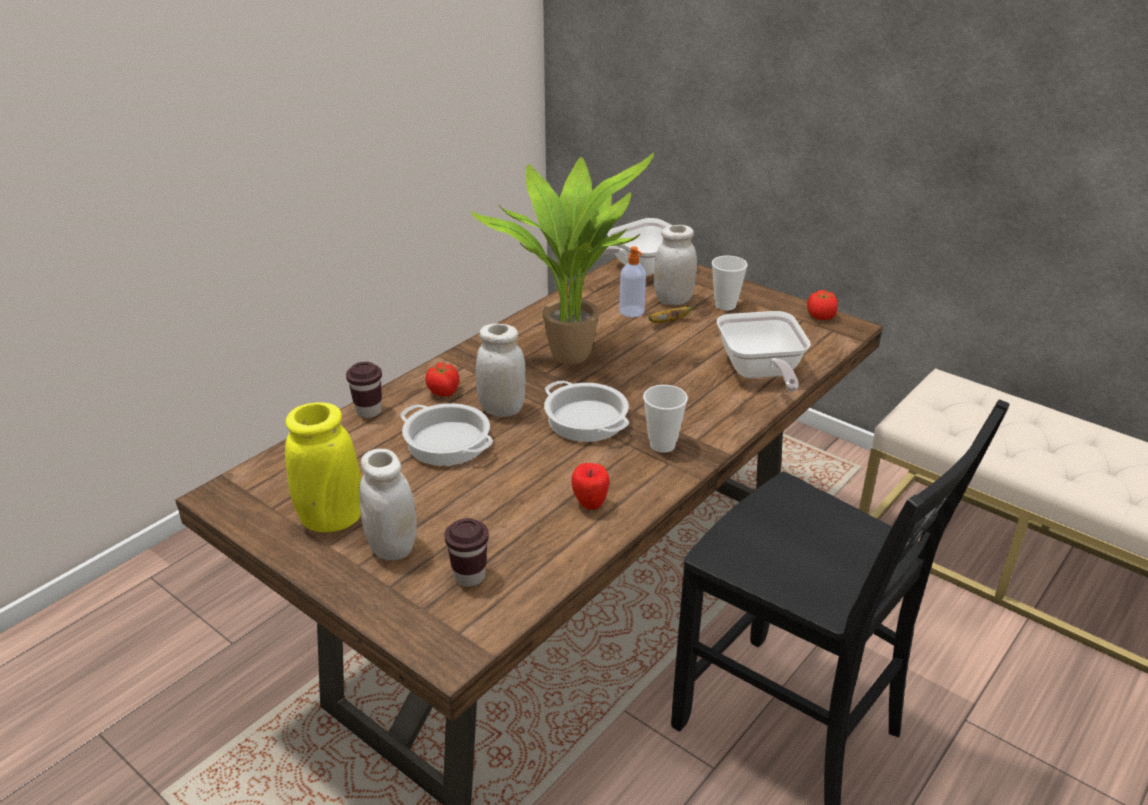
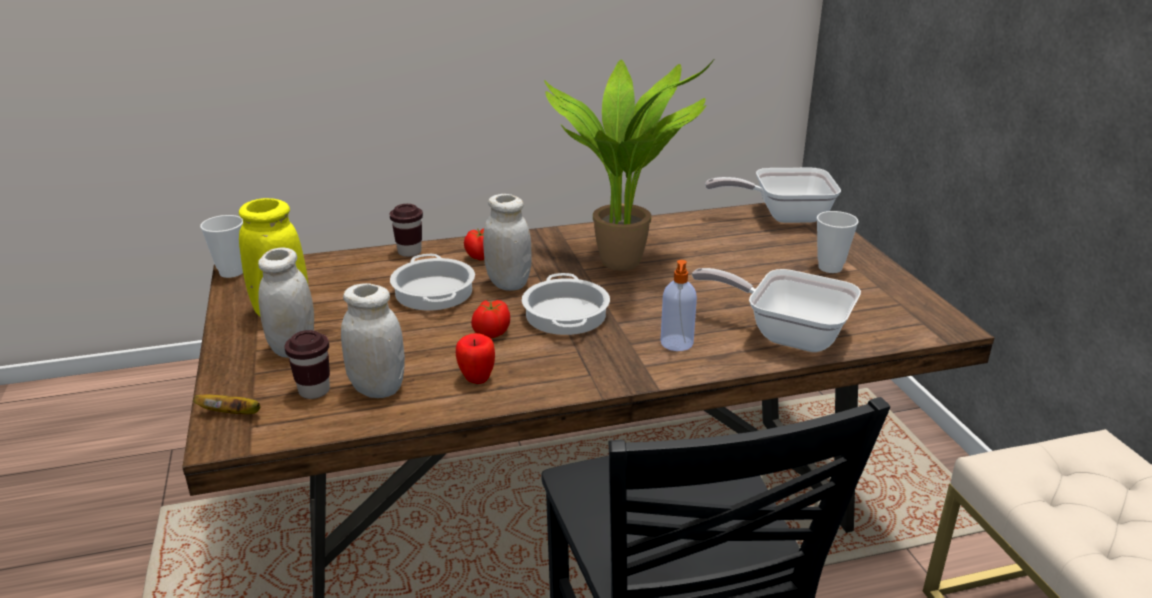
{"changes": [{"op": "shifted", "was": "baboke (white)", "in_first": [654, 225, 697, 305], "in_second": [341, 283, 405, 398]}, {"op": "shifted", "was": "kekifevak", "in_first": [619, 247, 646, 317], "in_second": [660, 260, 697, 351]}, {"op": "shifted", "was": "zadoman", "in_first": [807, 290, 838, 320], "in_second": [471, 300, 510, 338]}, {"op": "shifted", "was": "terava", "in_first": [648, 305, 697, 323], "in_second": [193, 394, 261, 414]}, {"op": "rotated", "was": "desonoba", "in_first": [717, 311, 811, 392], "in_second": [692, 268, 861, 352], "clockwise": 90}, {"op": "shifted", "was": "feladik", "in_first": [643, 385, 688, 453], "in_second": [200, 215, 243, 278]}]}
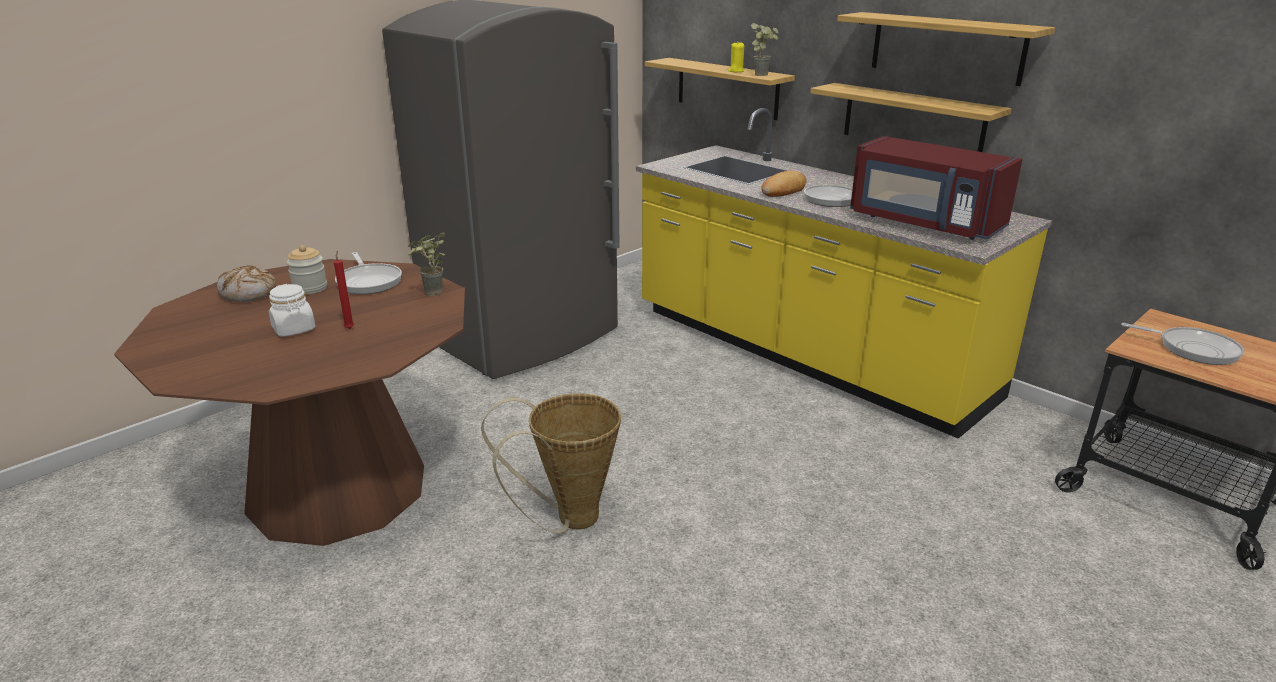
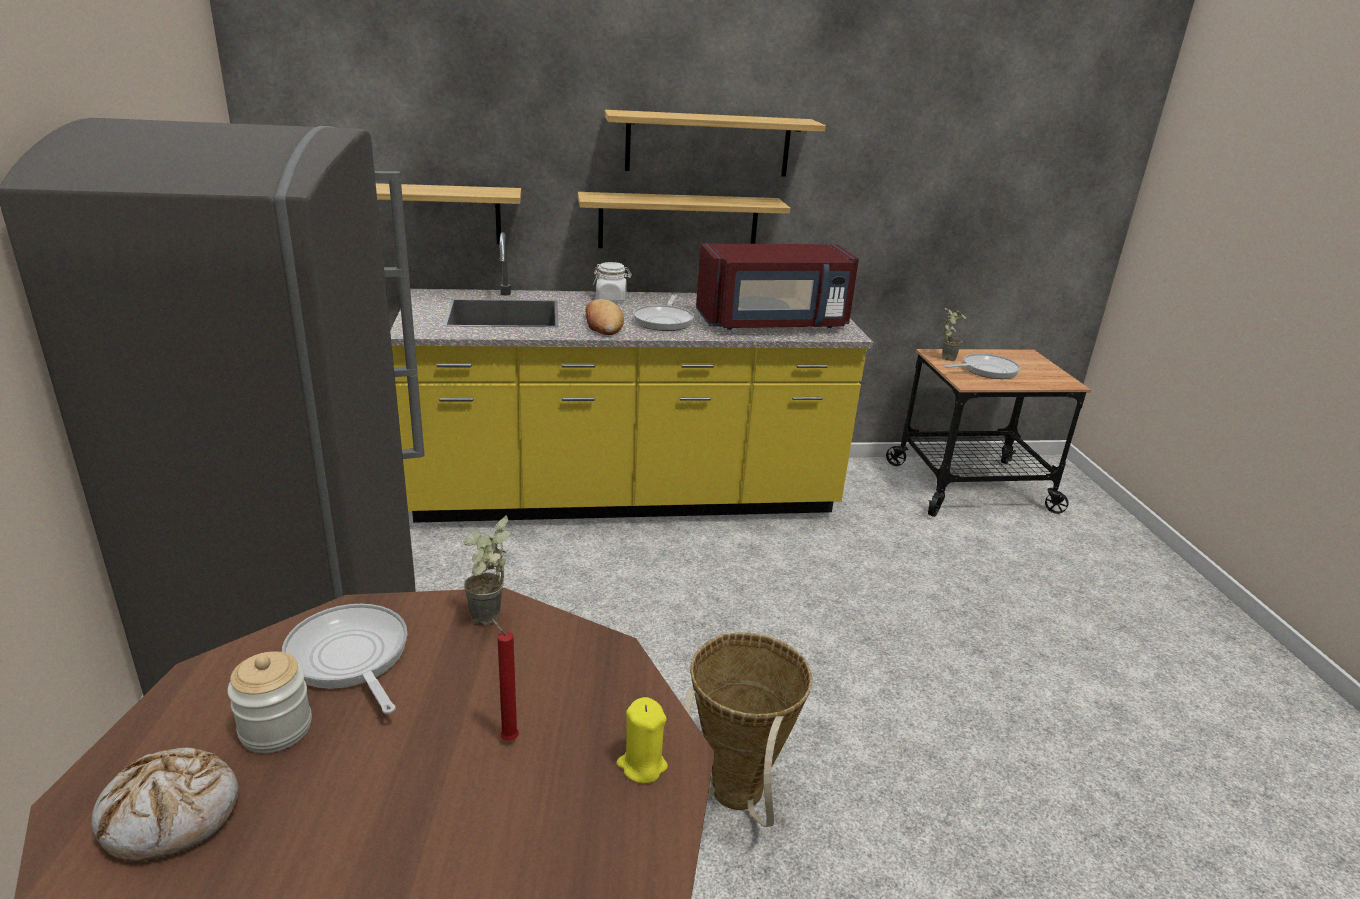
{"changes": [{"op": "shifted", "was": "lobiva", "in_first": [751, 23, 778, 76], "in_second": [942, 308, 966, 361]}, {"op": "shifted", "was": "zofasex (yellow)", "in_first": [728, 42, 745, 72], "in_second": [616, 697, 668, 783]}, {"op": "rotated", "was": "desonoba", "in_first": [335, 252, 402, 294], "in_second": [282, 604, 407, 714], "clockwise": -135}, {"op": "shifted", "was": "baboke (white)", "in_first": [269, 284, 315, 337], "in_second": [593, 262, 632, 301]}]}
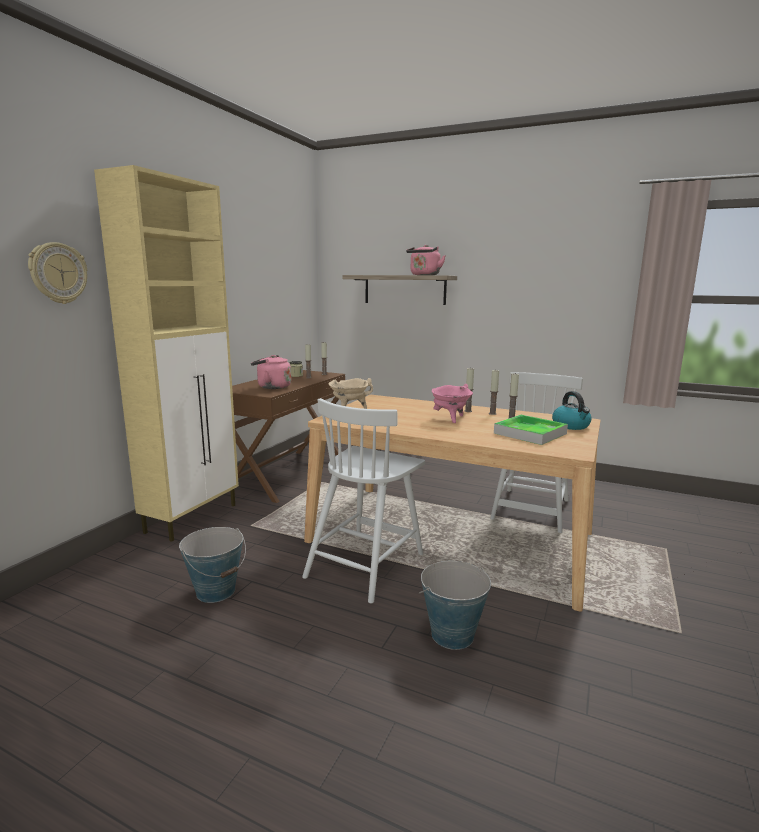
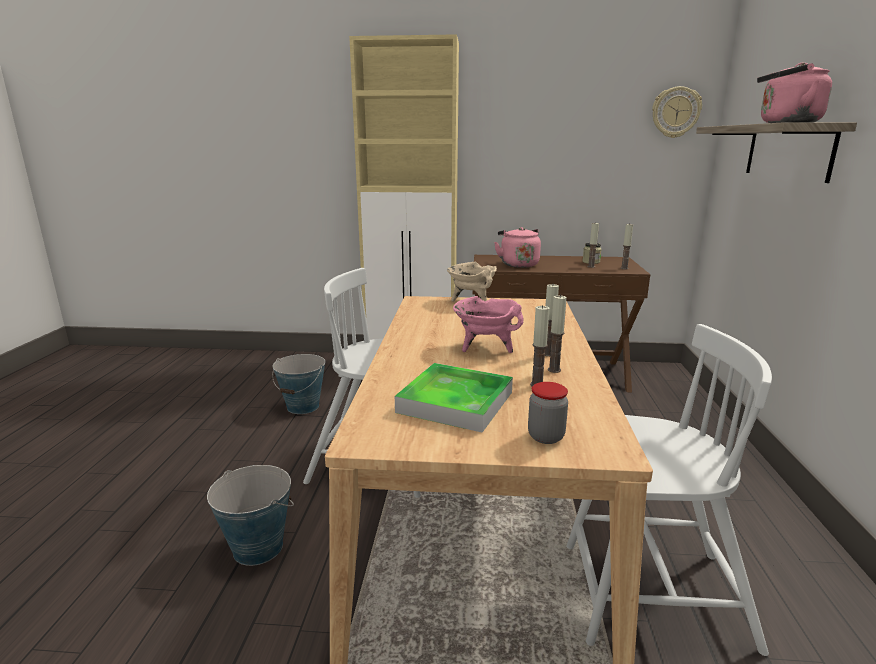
{"changes": [{"op": "shifted", "was": "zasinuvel", "in_first": [28, 242, 87, 304], "in_second": [652, 86, 702, 138]}, {"op": "swapped", "was": "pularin", "now": "baboke", "in_first": [552, 391, 591, 430], "in_second": [528, 382, 568, 444]}]}
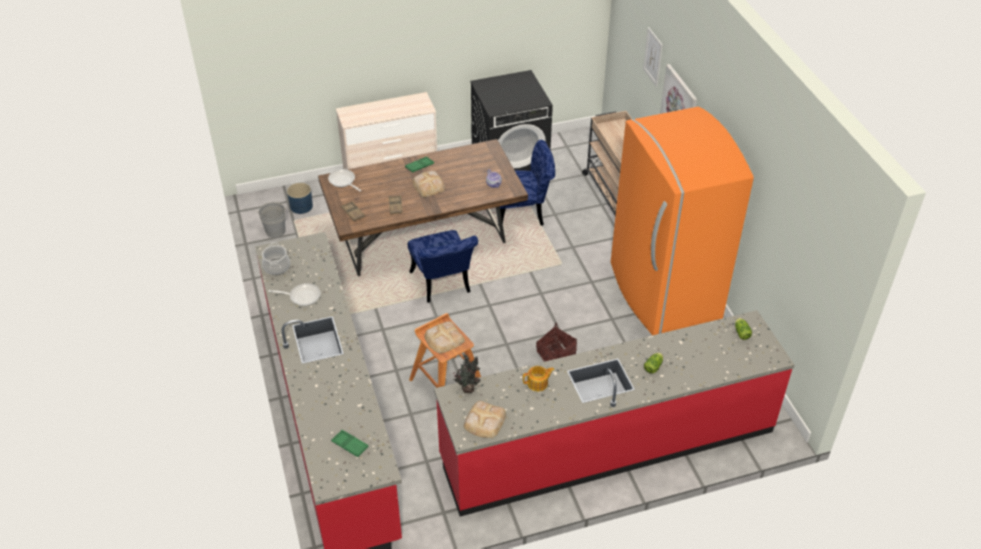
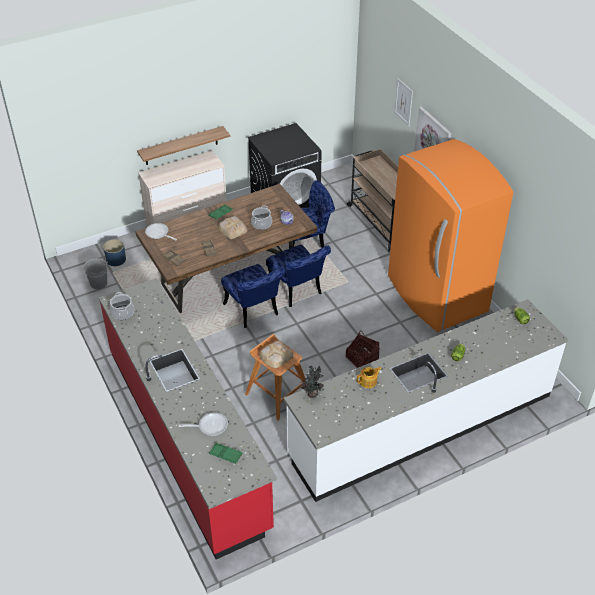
{"changes": [{"op": "shifted", "was": "desonoba", "in_first": [268, 283, 321, 306], "in_second": [179, 413, 228, 436]}, {"op": "repainted", "was": "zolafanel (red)", "now": "zolafanel (white)", "in_first": [434, 310, 794, 517], "in_second": [284, 299, 568, 502]}, {"op": "gone", "was": "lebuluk", "in_first": [464, 401, 506, 438]}, {"op": "new", "now": "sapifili", "in_second": [137, 126, 230, 165]}, {"op": "new", "now": "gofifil", "in_second": [251, 205, 272, 230]}, {"op": "new", "now": "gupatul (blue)", "in_second": [266, 245, 331, 307]}]}
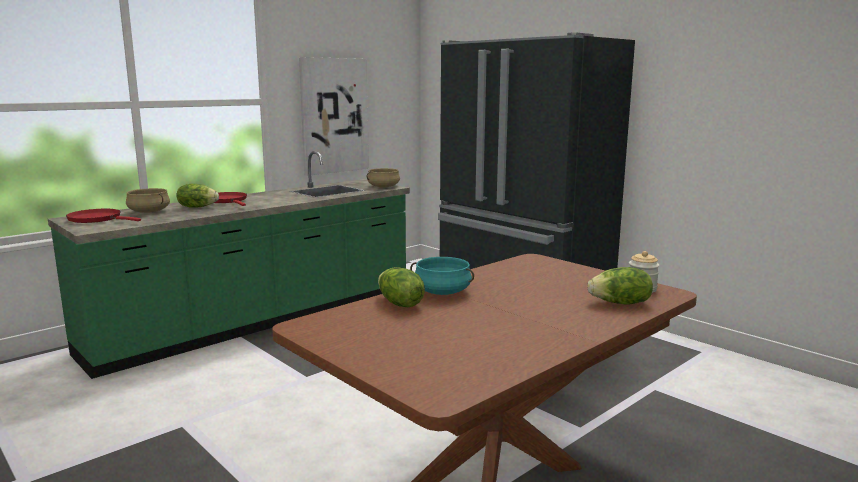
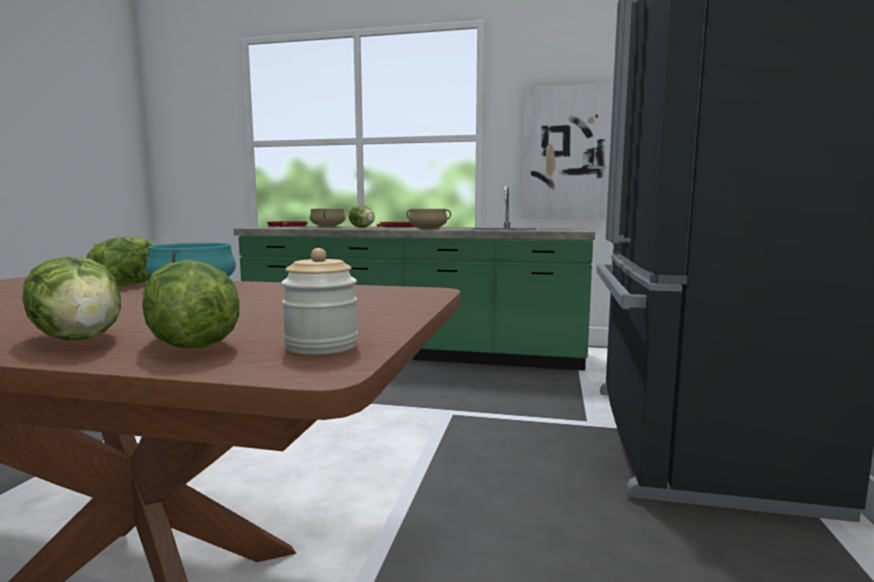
{"changes": [{"op": "shifted", "was": "gofifil (beige)", "in_first": [367, 168, 400, 188], "in_second": [407, 209, 451, 229]}, {"op": "new", "now": "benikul", "in_second": [22, 257, 121, 341]}]}
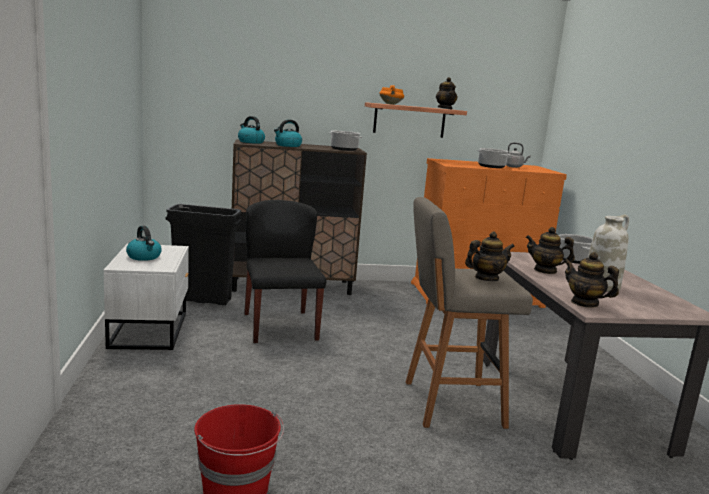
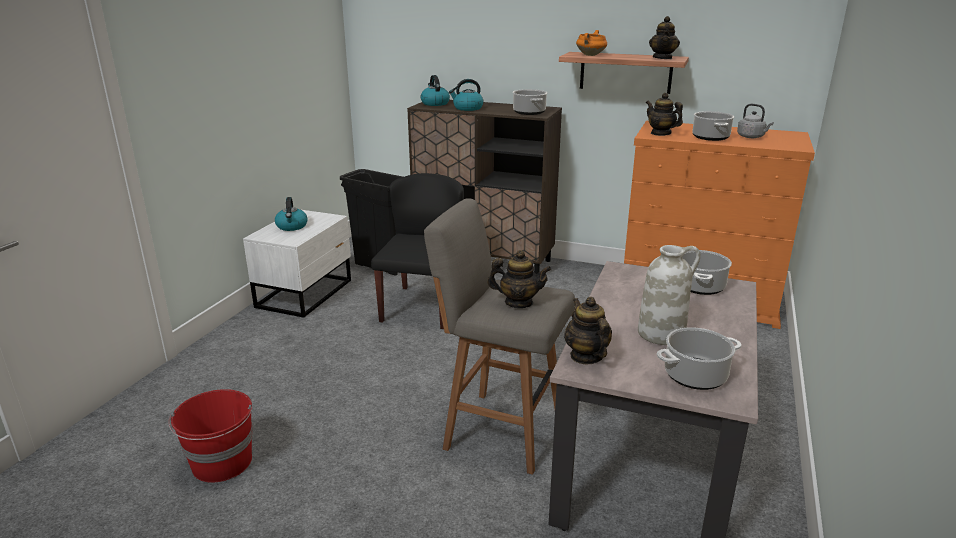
{"changes": [{"op": "shifted", "was": "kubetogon", "in_first": [525, 227, 575, 274], "in_second": [646, 93, 683, 136]}, {"op": "new", "now": "gofifil", "in_second": [657, 327, 742, 390]}]}
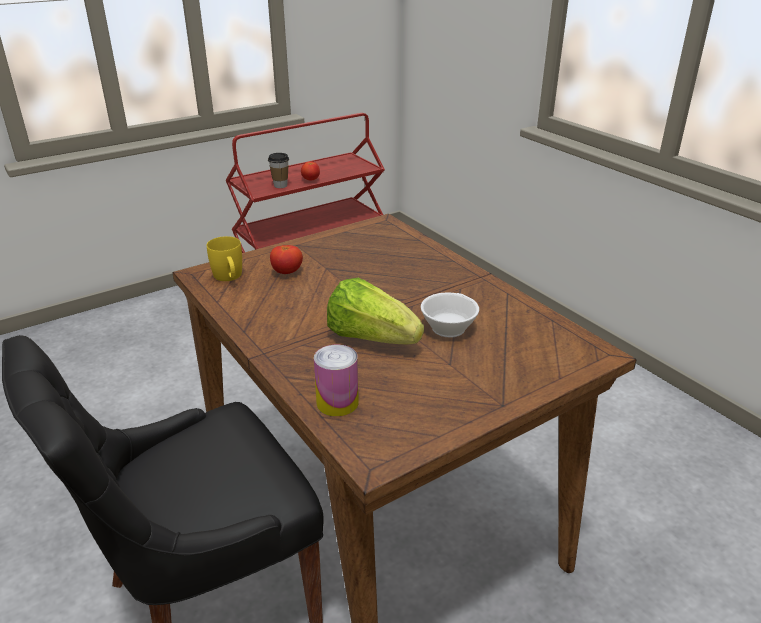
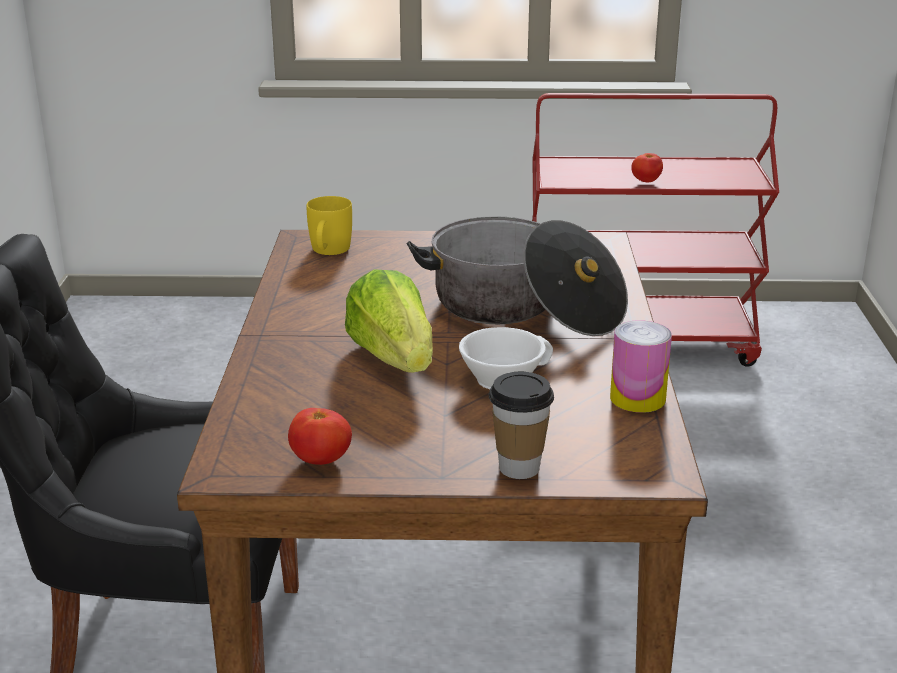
{"changes": [{"op": "shifted", "was": "feladik", "in_first": [268, 153, 289, 188], "in_second": [489, 372, 554, 479]}, {"op": "shifted", "was": "zadoman", "in_first": [270, 245, 303, 274], "in_second": [288, 408, 352, 465]}, {"op": "shifted", "was": "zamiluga", "in_first": [314, 345, 359, 417], "in_second": [610, 320, 672, 413]}, {"op": "new", "now": "gofifil", "in_second": [407, 216, 628, 336]}]}
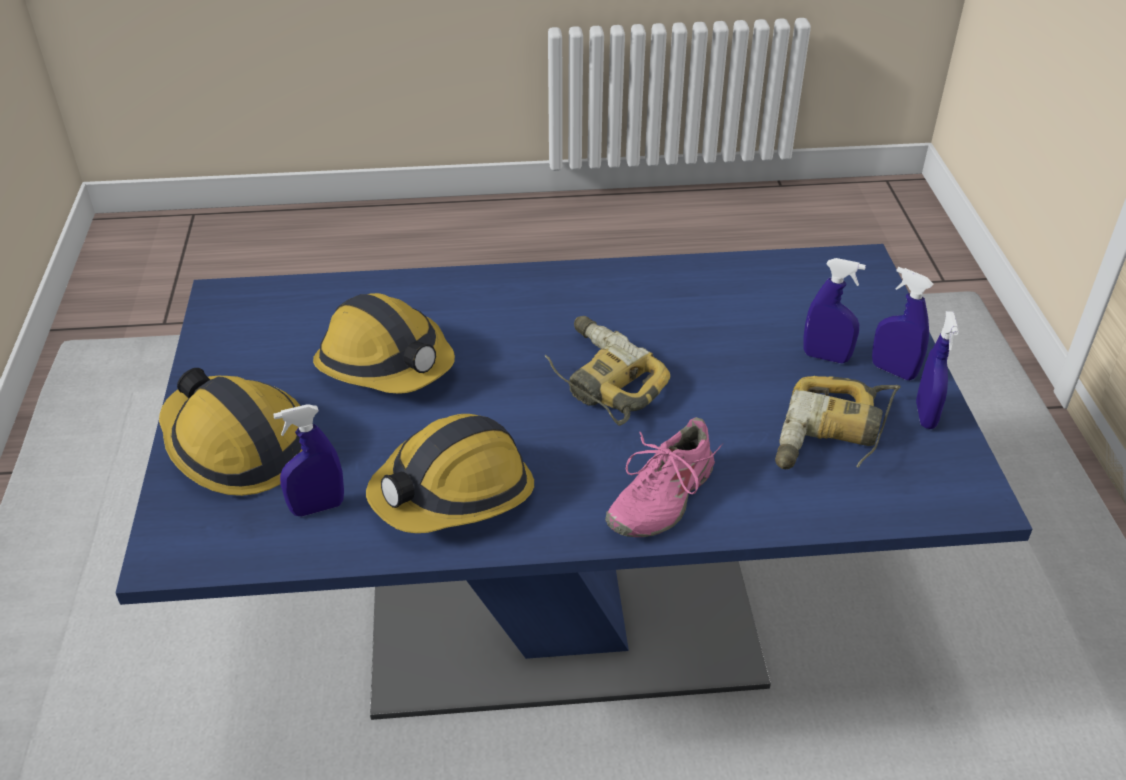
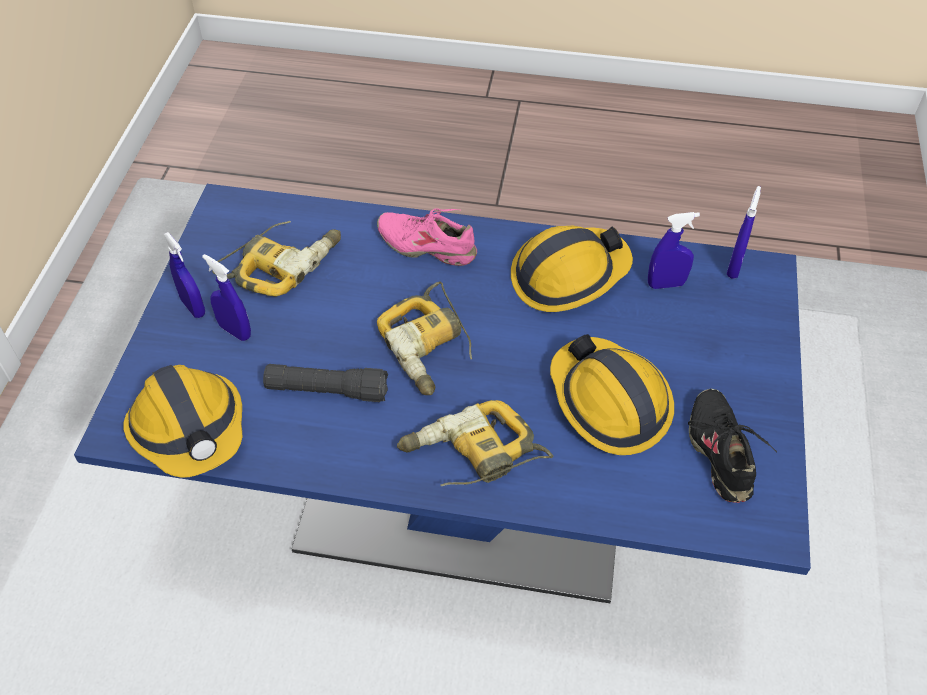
{"changes": [{"op": "shifted", "was": "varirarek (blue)", "in_first": [916, 311, 959, 429], "in_second": [727, 186, 761, 279]}, {"op": "shifted", "was": "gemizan", "in_first": [159, 368, 302, 496], "in_second": [123, 365, 242, 478]}, {"op": "rotated", "was": "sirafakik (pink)", "in_first": [605, 417, 722, 537], "in_second": [377, 208, 477, 266], "clockwise": -120}, {"op": "new", "now": "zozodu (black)", "in_second": [263, 364, 388, 402]}, {"op": "new", "now": "sirafakik (black)", "in_second": [688, 389, 777, 503]}, {"op": "new", "now": "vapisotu", "in_second": [397, 400, 553, 486]}]}
